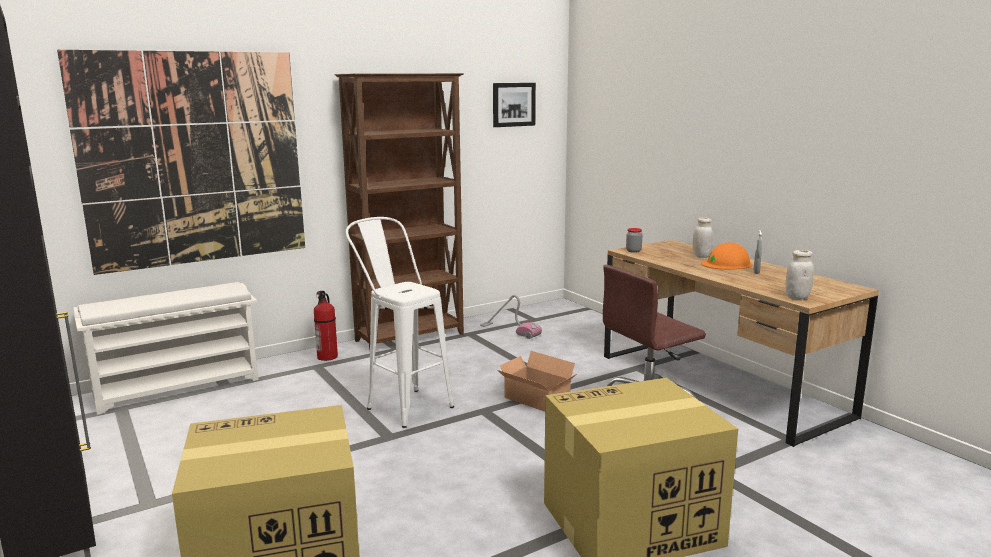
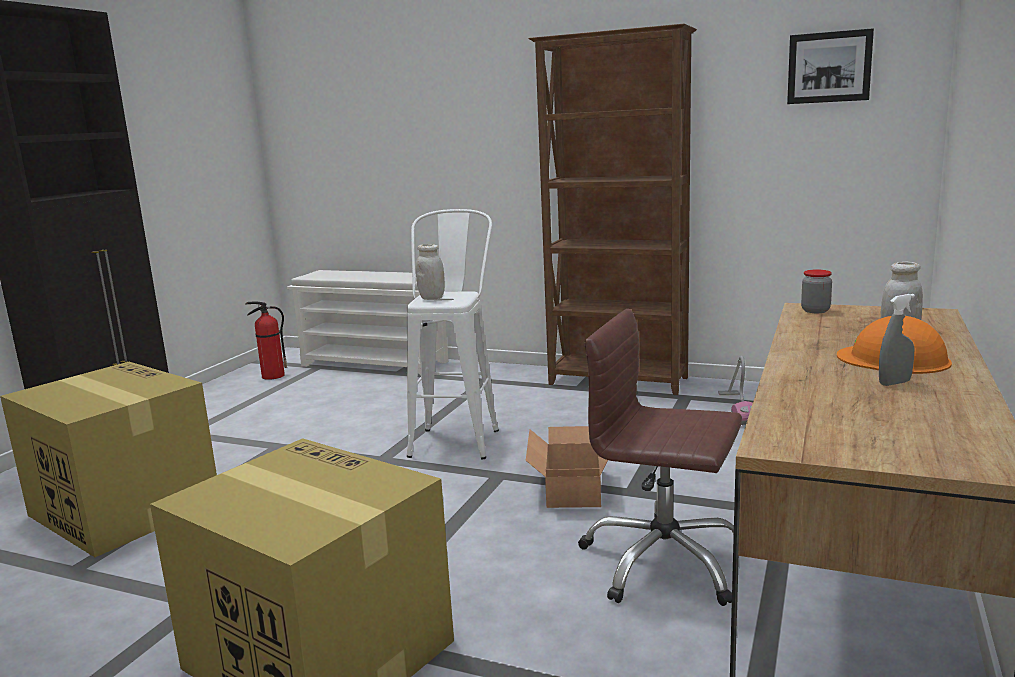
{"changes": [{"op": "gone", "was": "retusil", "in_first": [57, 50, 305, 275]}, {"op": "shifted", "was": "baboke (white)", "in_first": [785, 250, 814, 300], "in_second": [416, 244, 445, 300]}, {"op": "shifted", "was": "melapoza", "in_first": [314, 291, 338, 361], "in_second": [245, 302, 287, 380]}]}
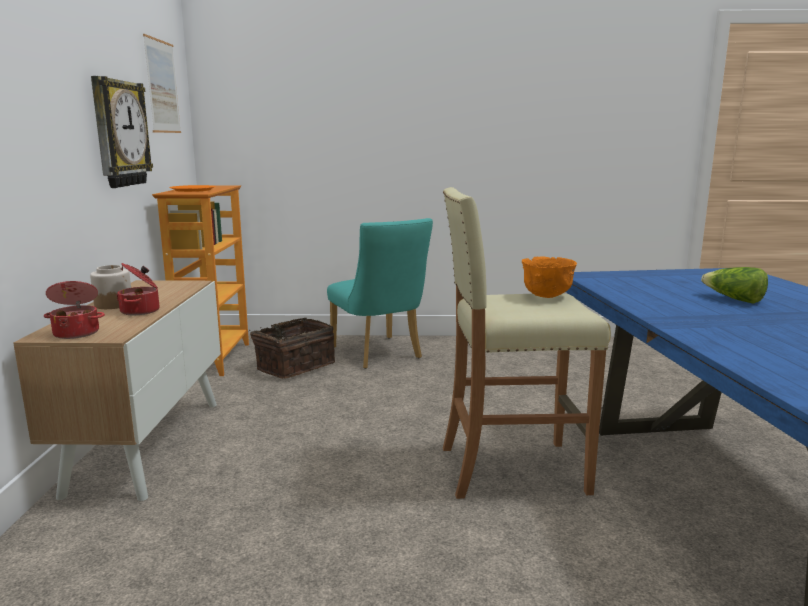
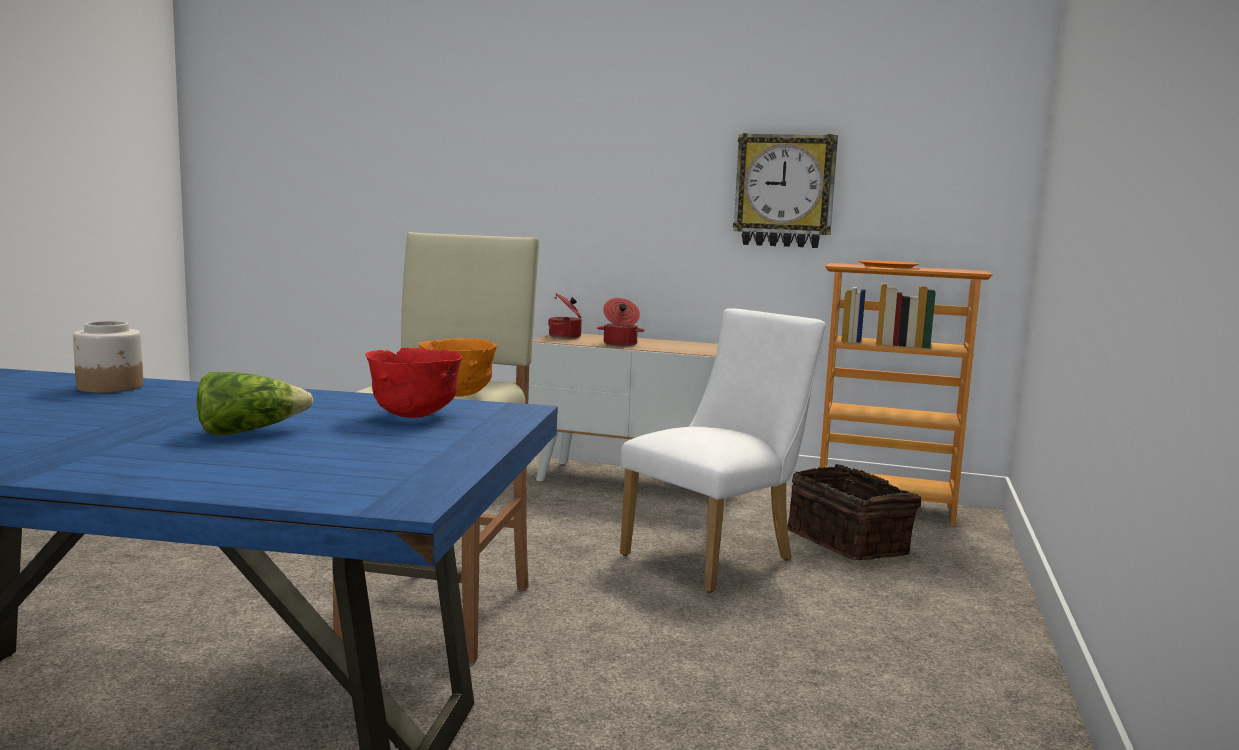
{"changes": [{"op": "gone", "was": "retusil", "in_first": [143, 34, 181, 133]}, {"op": "gone", "was": "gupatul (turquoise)", "in_first": [327, 218, 433, 369]}, {"op": "shifted", "was": "baboke", "in_first": [90, 265, 131, 309], "in_second": [73, 321, 143, 393]}, {"op": "new", "now": "gupatul (white)", "in_second": [620, 308, 826, 593]}, {"op": "new", "now": "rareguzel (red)", "in_second": [365, 348, 462, 418]}]}
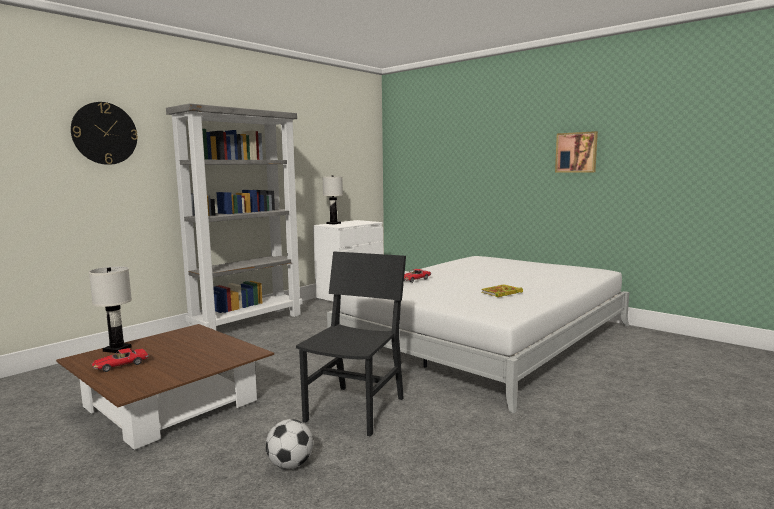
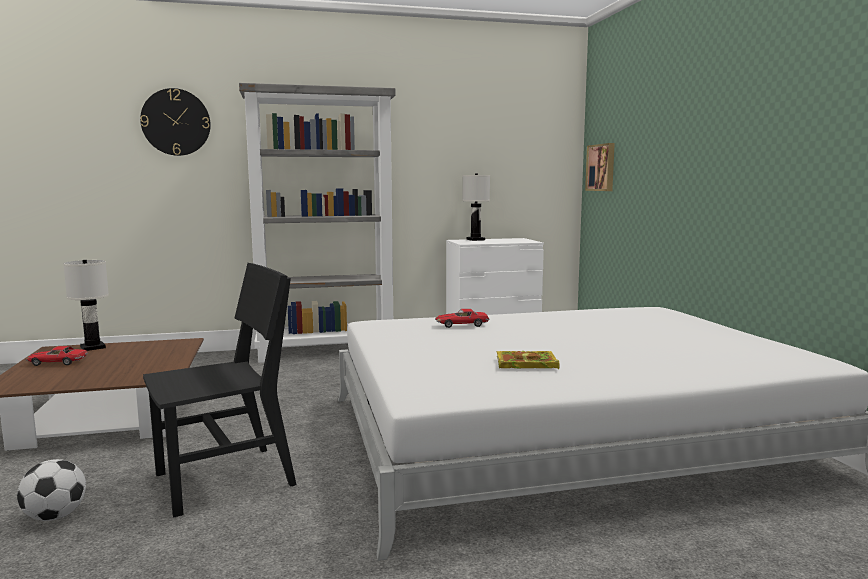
{"changes": [{"op": "shifted", "was": "retusil", "in_first": [555, 131, 598, 172], "in_second": [585, 143, 615, 191]}]}
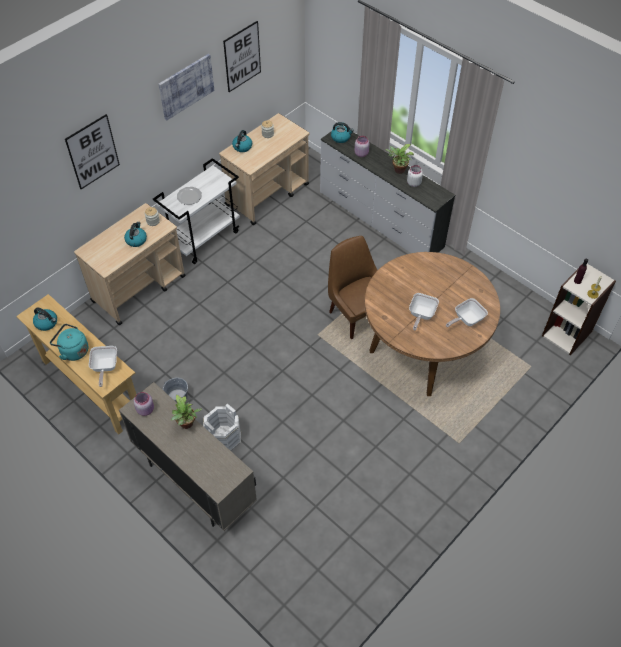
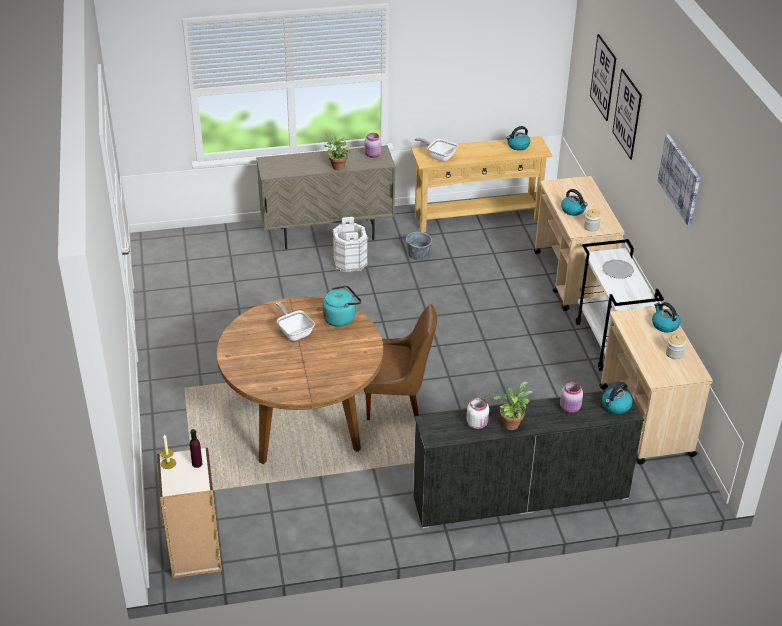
{"changes": [{"op": "shifted", "was": "retusil", "in_first": [223, 21, 261, 92], "in_second": [590, 34, 616, 121]}, {"op": "gone", "was": "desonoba", "in_first": [446, 298, 488, 327]}, {"op": "shifted", "was": "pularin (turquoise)", "in_first": [50, 324, 88, 361], "in_second": [322, 285, 361, 327]}]}
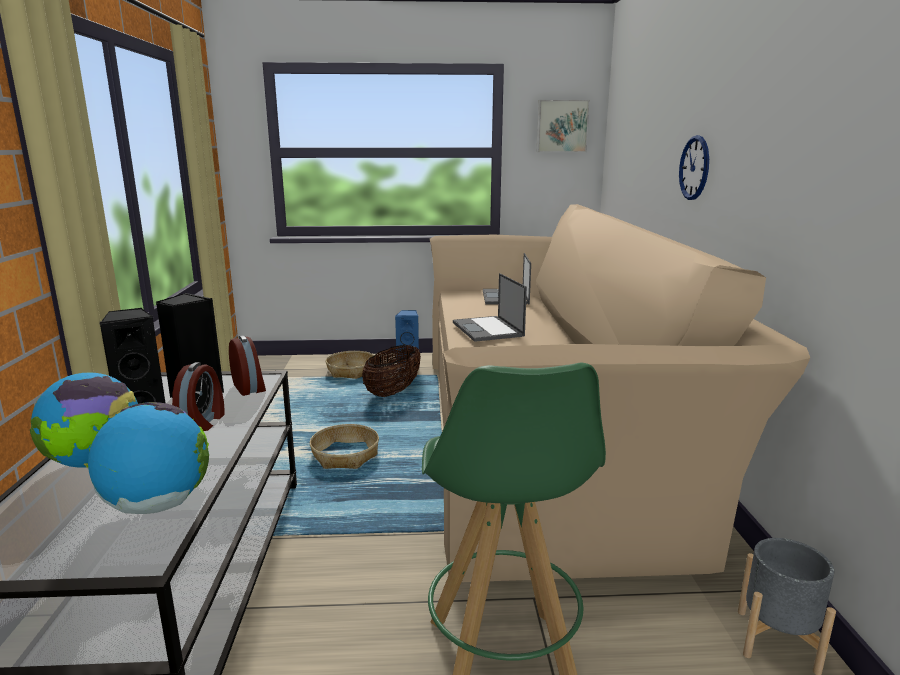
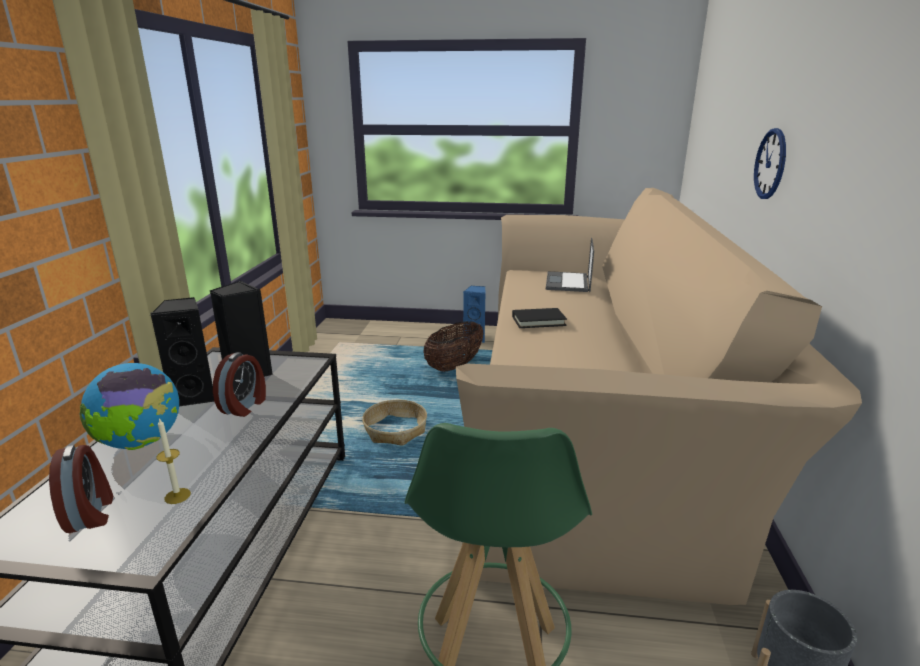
{"changes": [{"op": "gone", "was": "retusil", "in_first": [537, 100, 590, 152]}, {"op": "swapped", "was": "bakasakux", "now": "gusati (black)", "in_first": [453, 273, 527, 342], "in_second": [512, 308, 567, 328]}, {"op": "shifted", "was": "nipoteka", "in_first": [229, 335, 266, 396], "in_second": [49, 445, 114, 533]}, {"op": "gone", "was": "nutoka", "in_first": [325, 351, 375, 379]}, {"op": "swapped", "was": "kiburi", "now": "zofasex", "in_first": [88, 402, 209, 514], "in_second": [156, 418, 191, 504]}]}
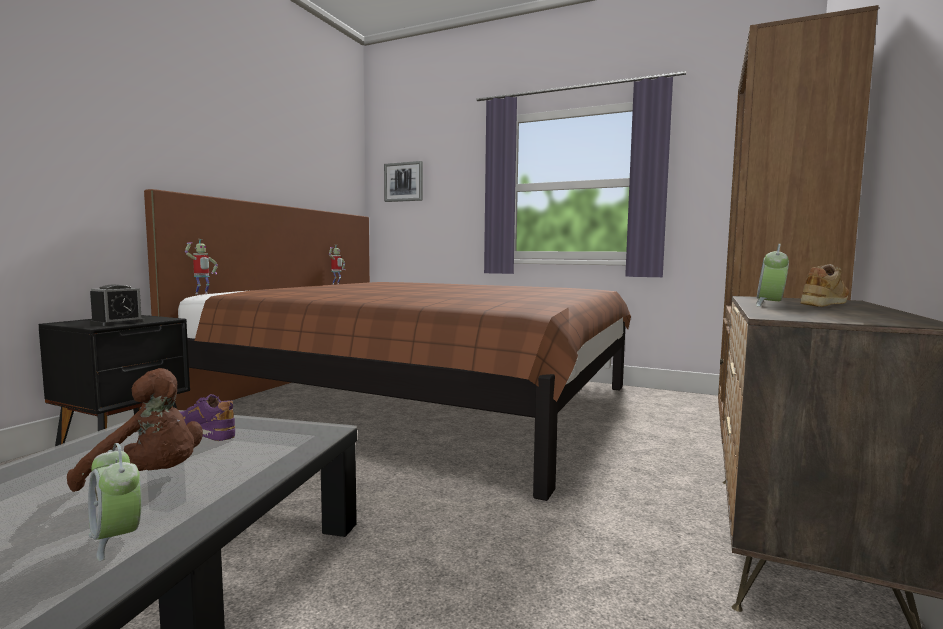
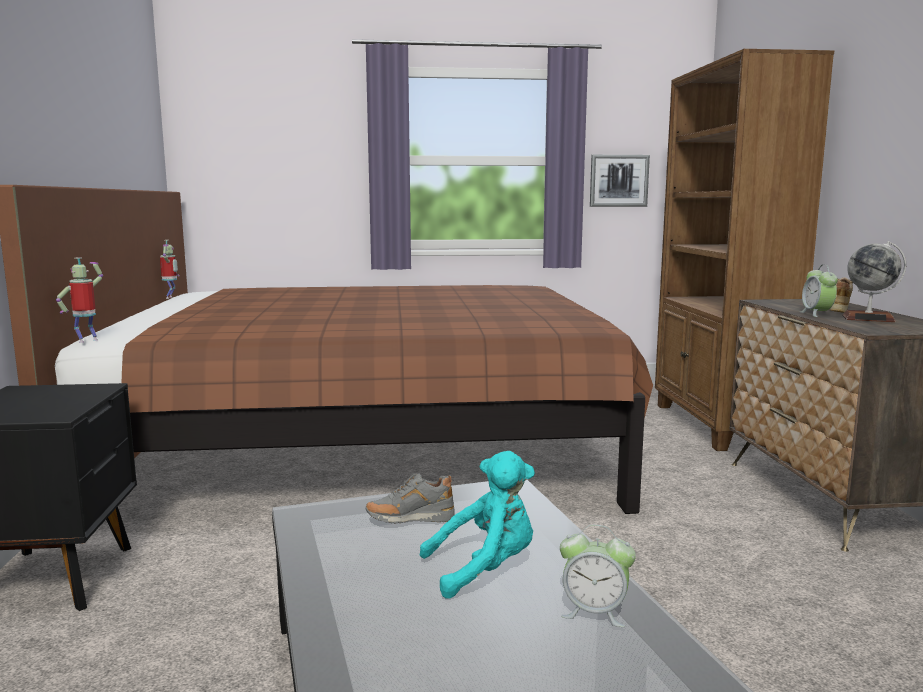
{"changes": [{"op": "shifted", "was": "retusil", "in_first": [384, 161, 423, 202], "in_second": [590, 155, 650, 207]}, {"op": "rotated", "was": "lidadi", "in_first": [185, 239, 218, 294], "in_second": [56, 257, 103, 343], "clockwise": -150}, {"op": "gone", "was": "nipoteka", "in_first": [90, 285, 144, 326]}, {"op": "repainted", "was": "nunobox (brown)", "now": "nunobox (turquoise)", "in_first": [67, 368, 203, 492], "in_second": [420, 451, 535, 599]}, {"op": "repainted", "was": "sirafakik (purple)", "now": "sirafakik (grey)", "in_first": [180, 394, 235, 441], "in_second": [365, 473, 455, 523]}, {"op": "new", "now": "kiburi", "in_second": [842, 241, 906, 322]}]}
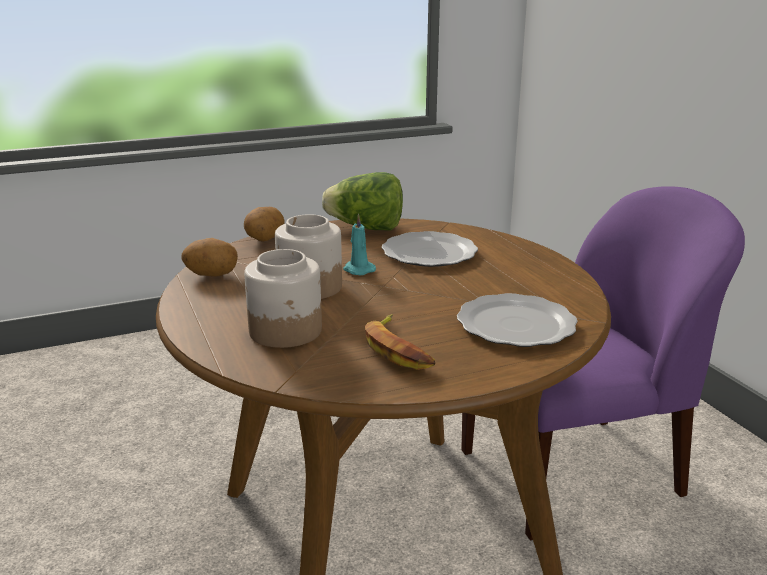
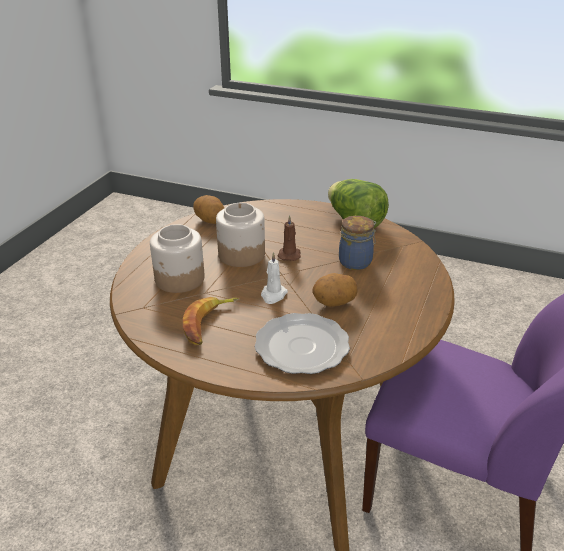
{"changes": [{"op": "shifted", "was": "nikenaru", "in_first": [244, 207, 285, 242], "in_second": [312, 273, 357, 307]}, {"op": "repainted", "was": "zofasex (turquoise)", "now": "zofasex (brown)", "in_first": [343, 214, 376, 275], "in_second": [278, 215, 301, 261]}, {"op": "swapped", "was": "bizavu", "now": "baboke", "in_first": [382, 231, 478, 267], "in_second": [339, 216, 376, 270]}, {"op": "new", "now": "zofasex (white)", "in_second": [261, 252, 288, 304]}]}
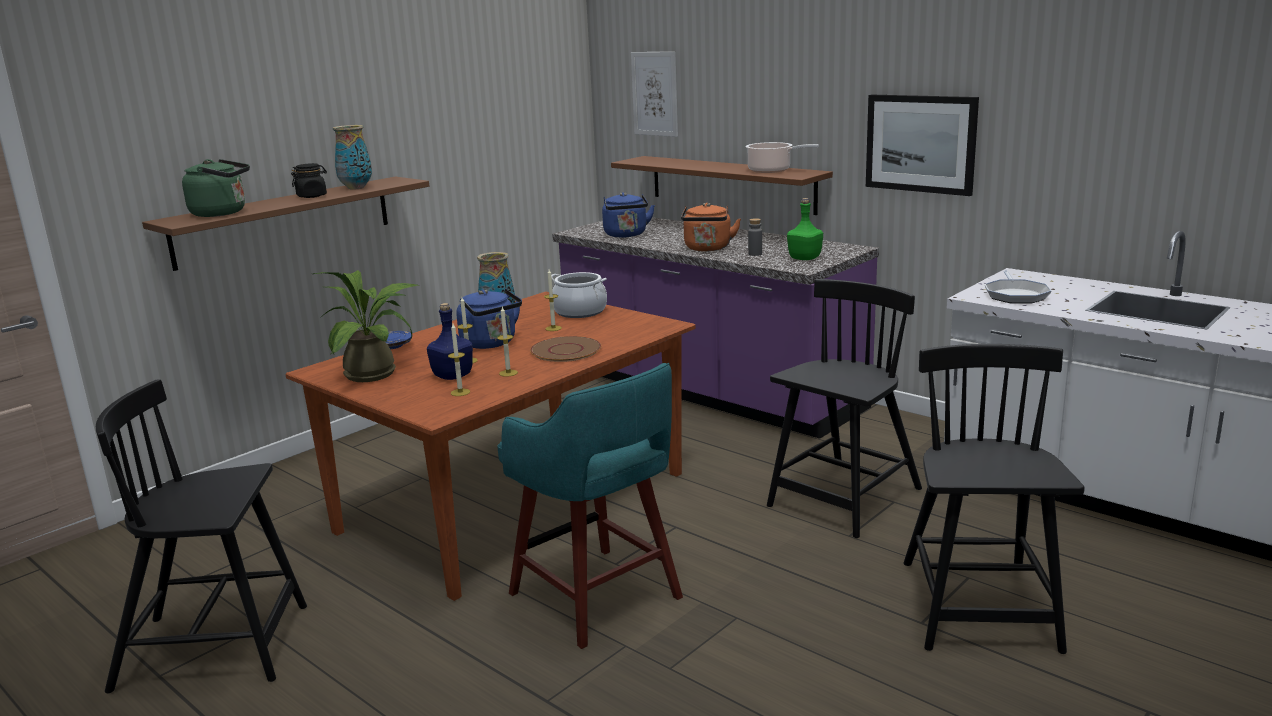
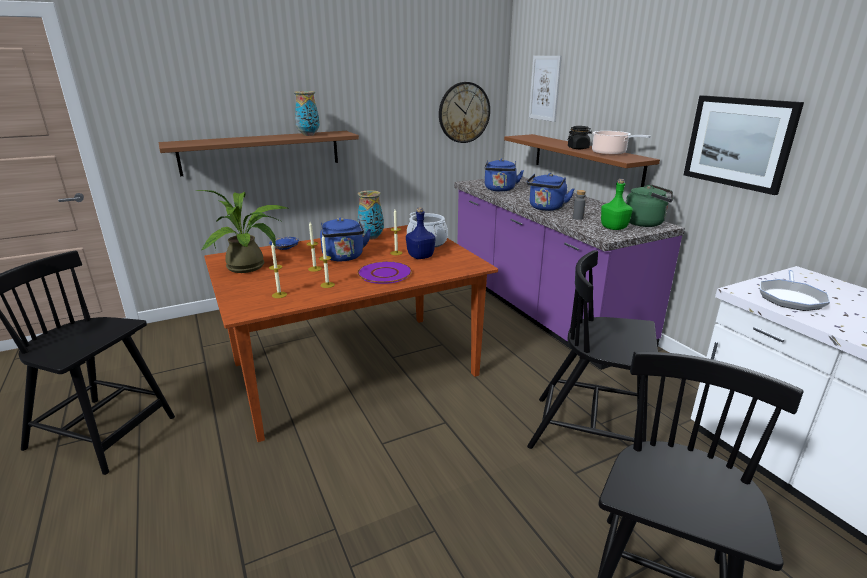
{"changes": [{"op": "shifted", "was": "pularin (green)", "in_first": [182, 159, 250, 217], "in_second": [626, 184, 673, 227]}, {"op": "shifted", "was": "baboke (black)", "in_first": [291, 163, 327, 198], "in_second": [568, 126, 592, 149]}, {"op": "repainted", "was": "pularin (orange)", "now": "pularin (blue)", "in_first": [681, 203, 741, 251], "in_second": [526, 173, 574, 211]}, {"op": "rotated", "was": "gupatul (black)", "in_first": [767, 279, 922, 538], "in_second": [527, 250, 658, 449], "clockwise": -135}, {"op": "shifted", "was": "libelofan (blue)", "in_first": [427, 303, 473, 380], "in_second": [406, 207, 435, 259]}, {"op": "repainted", "was": "bizavu (brown)", "now": "bizavu (purple)", "in_first": [530, 336, 601, 362], "in_second": [357, 261, 412, 284]}, {"op": "gone", "was": "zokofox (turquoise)", "in_first": [497, 363, 683, 649]}, {"op": "new", "now": "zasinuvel", "in_second": [439, 82, 490, 143]}]}
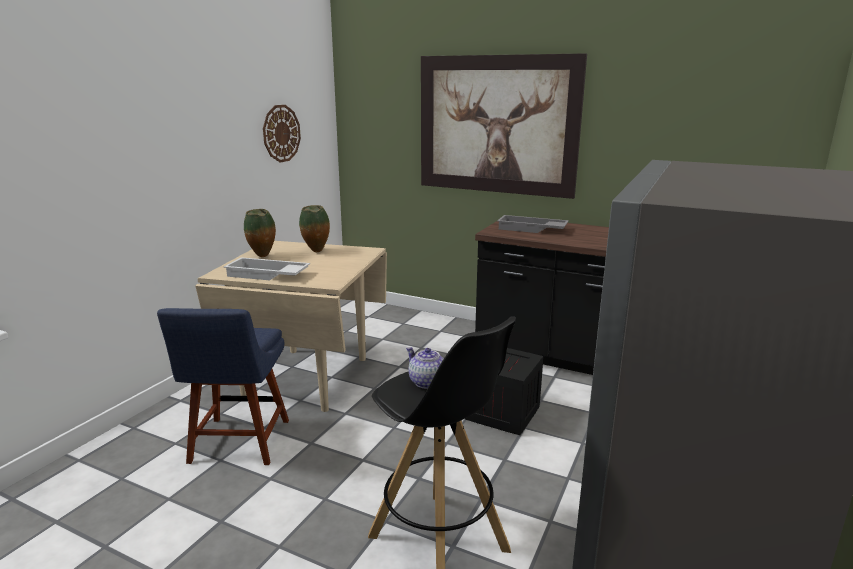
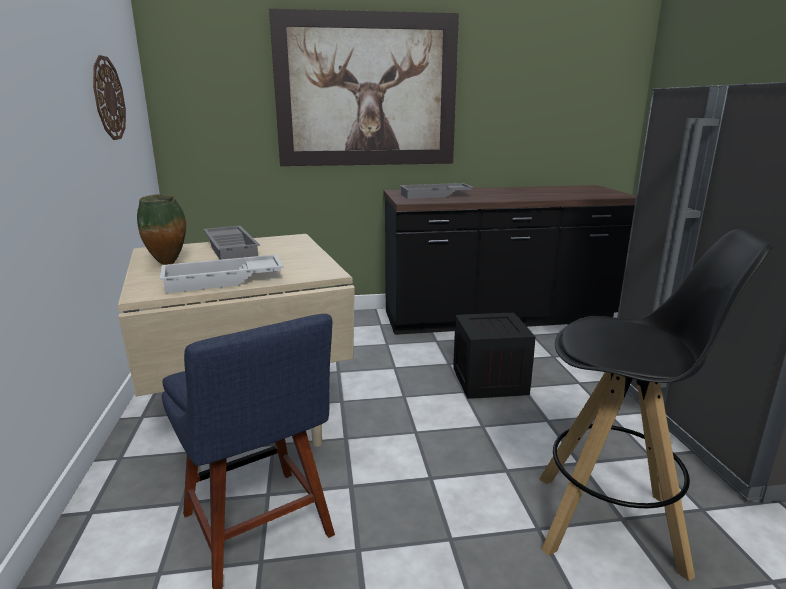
{"changes": [{"op": "swapped", "was": "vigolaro", "now": "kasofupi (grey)", "in_first": [299, 205, 330, 252], "in_second": [203, 226, 260, 260]}, {"op": "gone", "was": "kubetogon", "in_first": [406, 347, 444, 389]}]}
